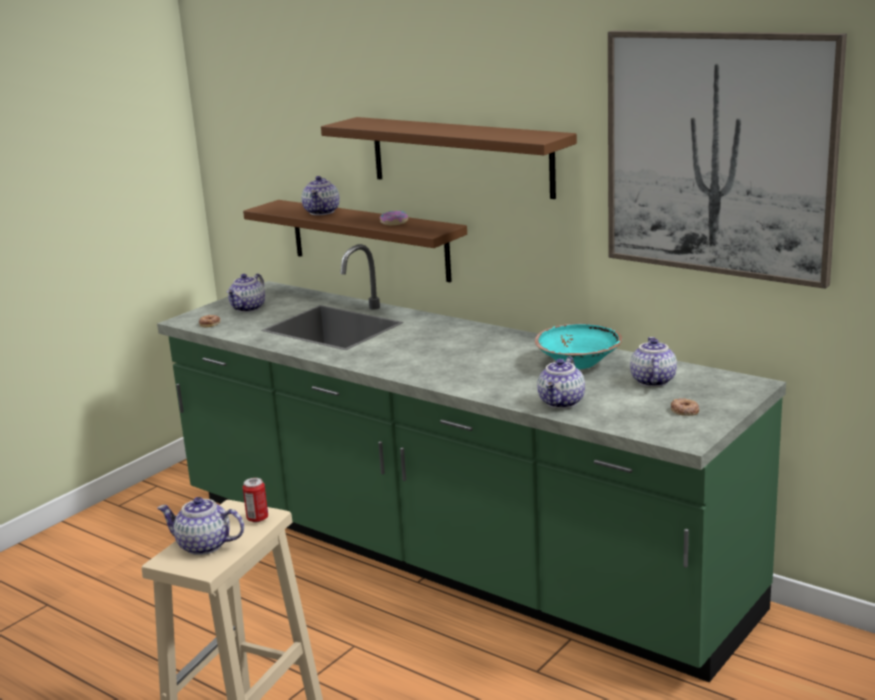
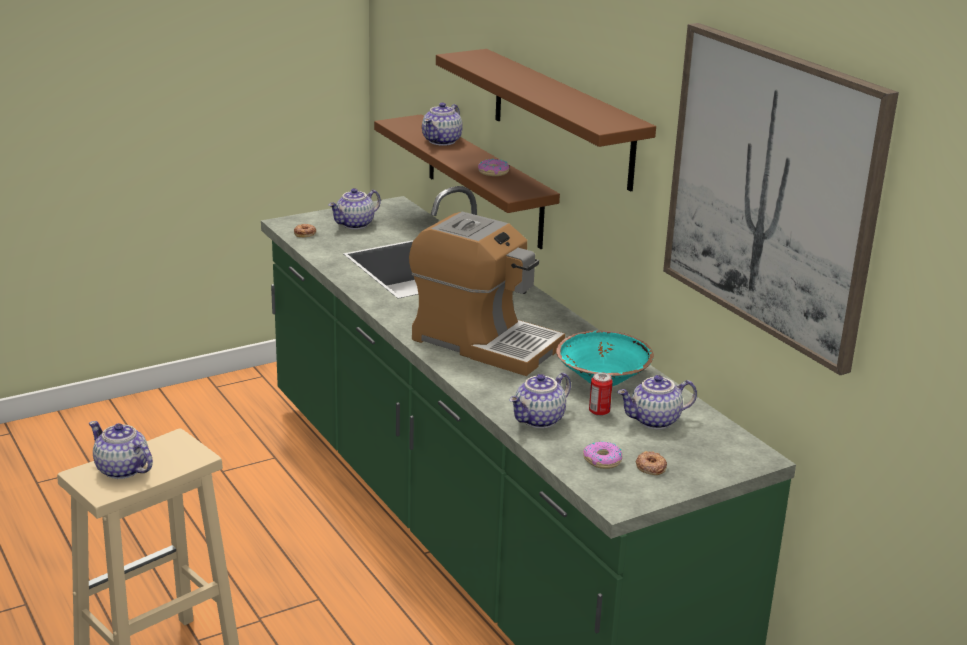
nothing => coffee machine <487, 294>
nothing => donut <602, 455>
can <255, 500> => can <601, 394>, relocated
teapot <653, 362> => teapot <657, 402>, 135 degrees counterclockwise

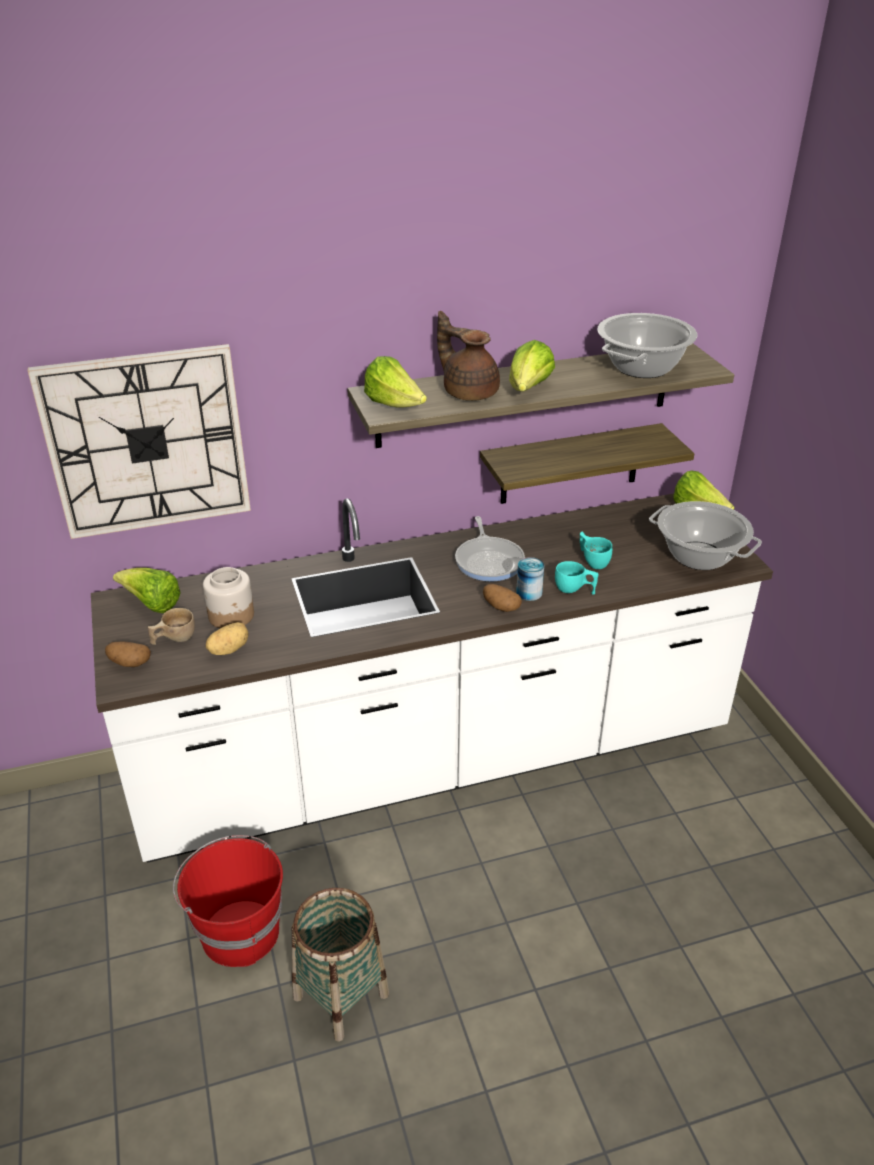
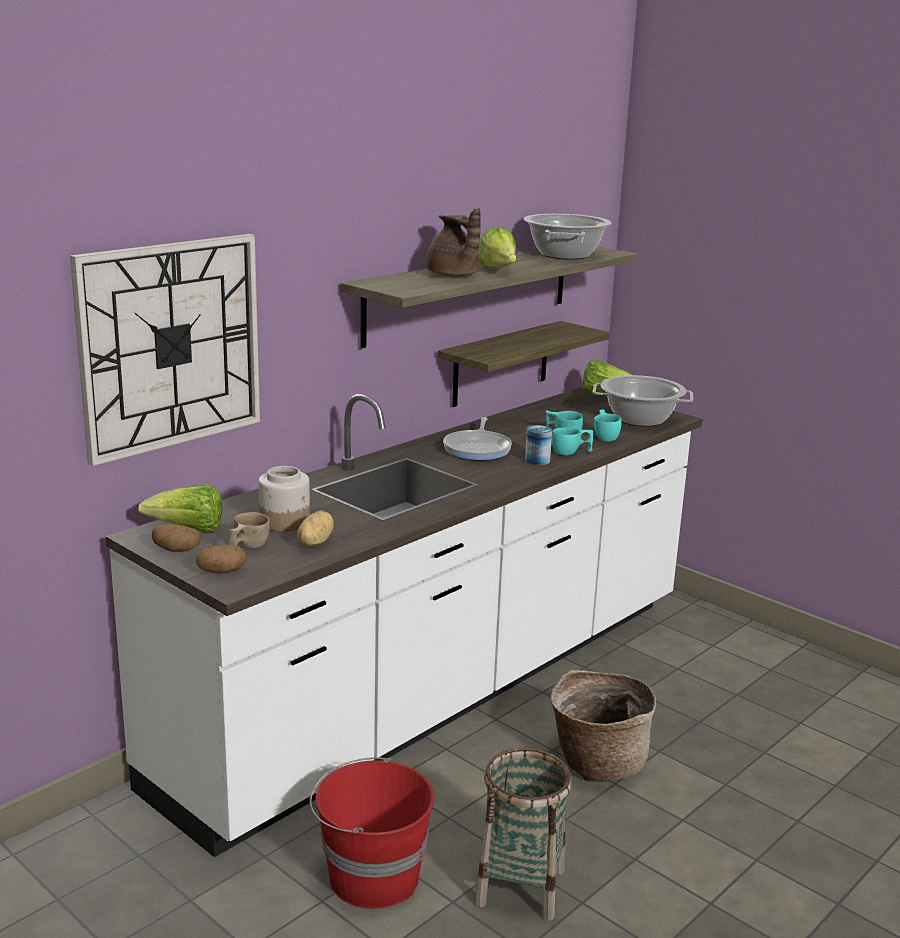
potato <502, 598> => potato <176, 538>, relocated
brown teapot <468, 356> => brown teapot <453, 242>, 135 degrees counterclockwise
frying pan <490, 549> => frying pan <477, 439>, 45 degrees clockwise
nothing => basket <603, 726>
nothing => turquoise cup <607, 425>
lettuce <395, 381> => nothing

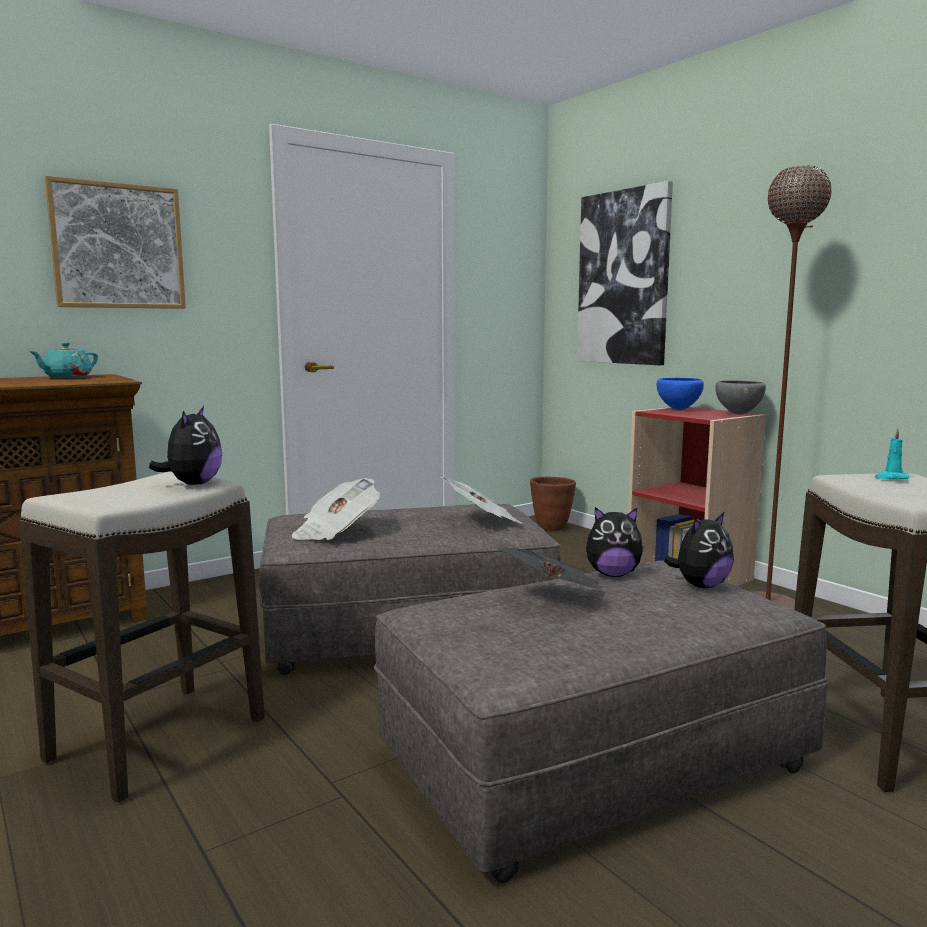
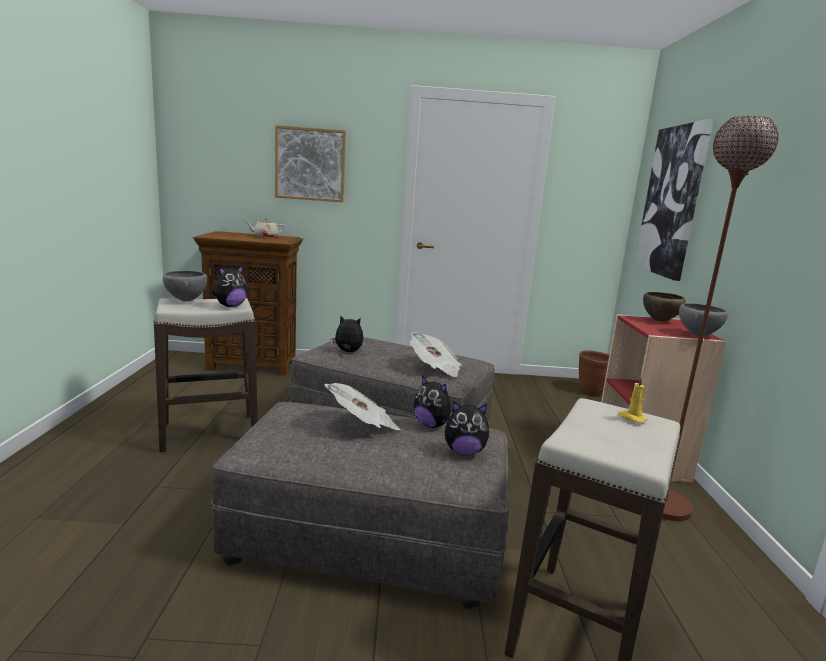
nothing => grey bowl <185, 286>
turquoise teapot <63, 360> => beige teapot <264, 228>
newspaper <336, 509> => plush toy <347, 333>
turquoise candle <891, 453> => yellow candle <633, 399>
blue bowl <680, 394> => brown bowl <664, 307>

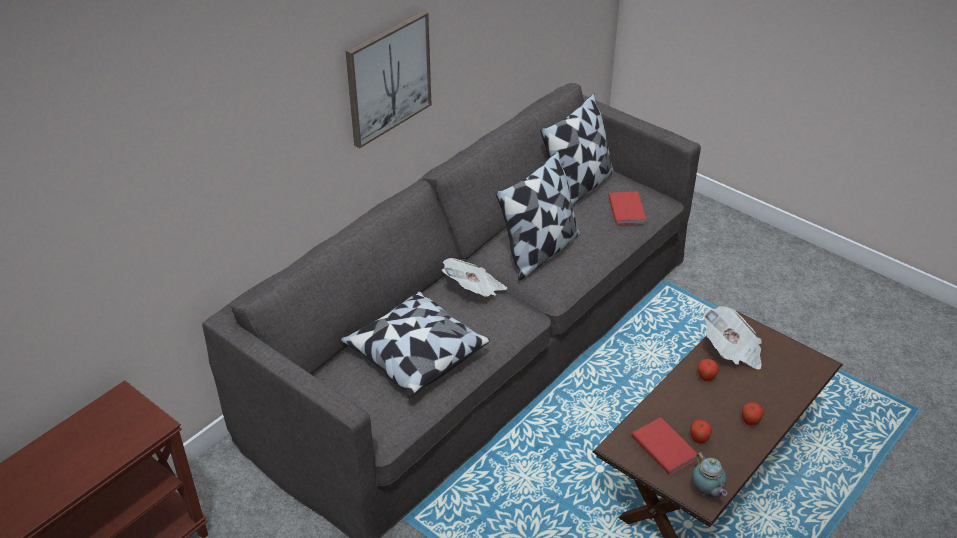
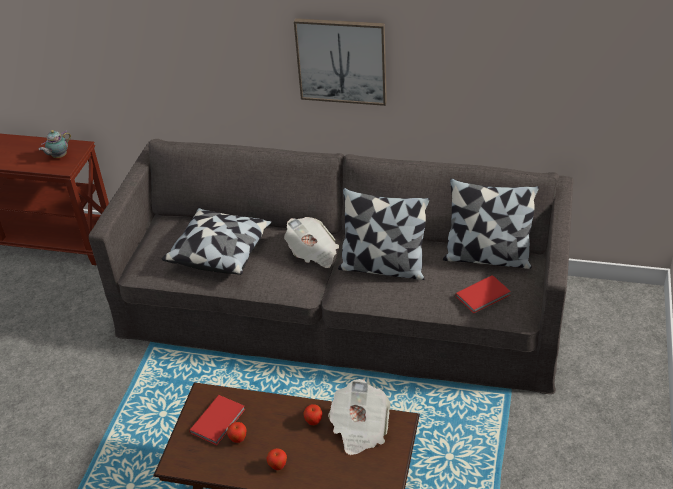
teapot <709, 474> => teapot <55, 144>, relocated

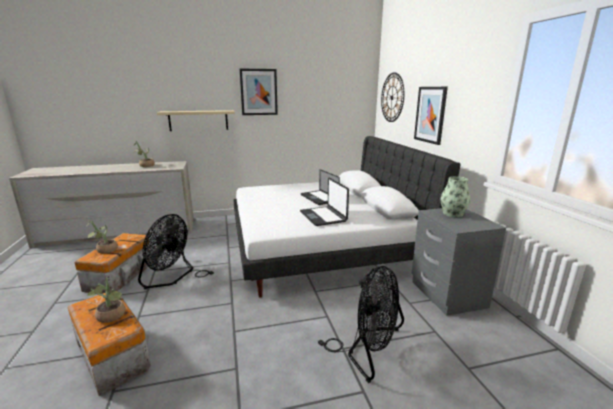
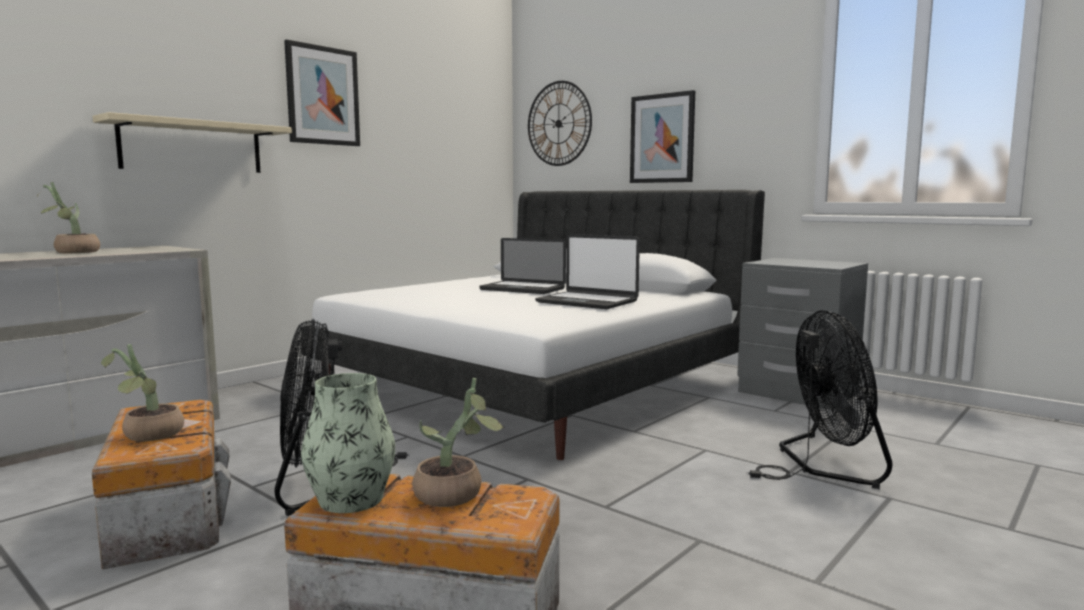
vase <455, 196> => vase <348, 443>, relocated

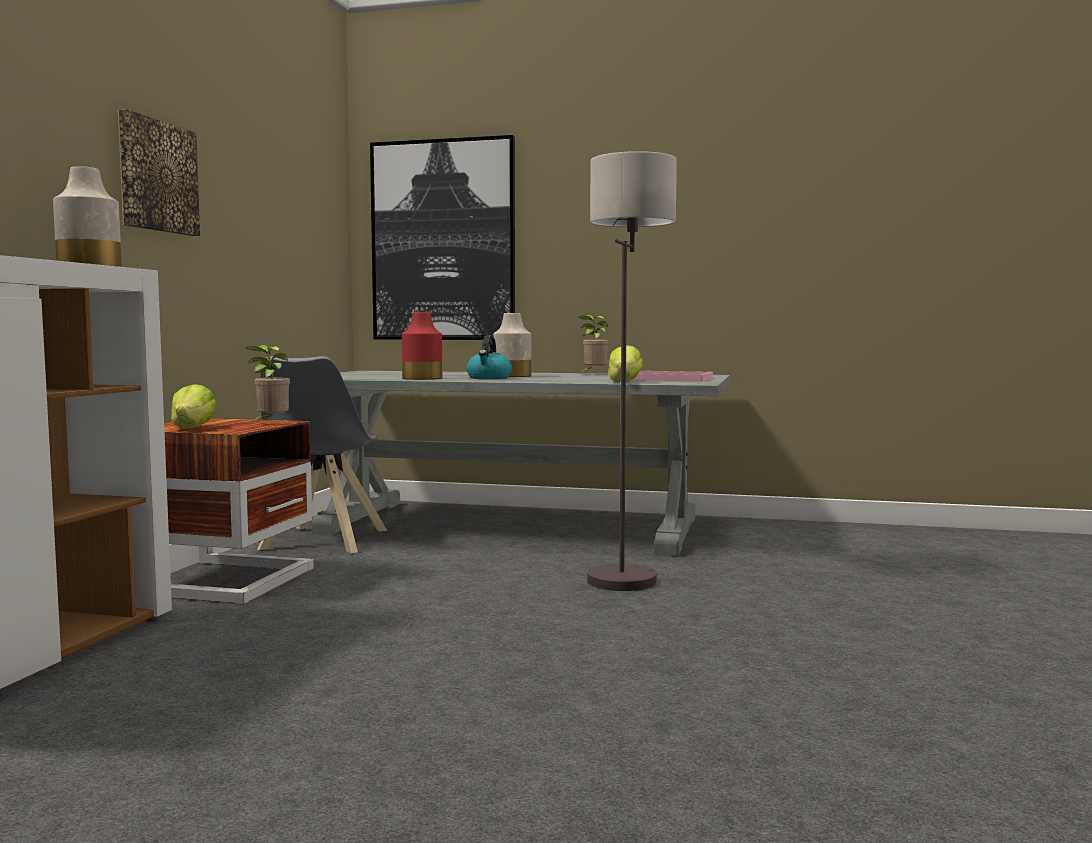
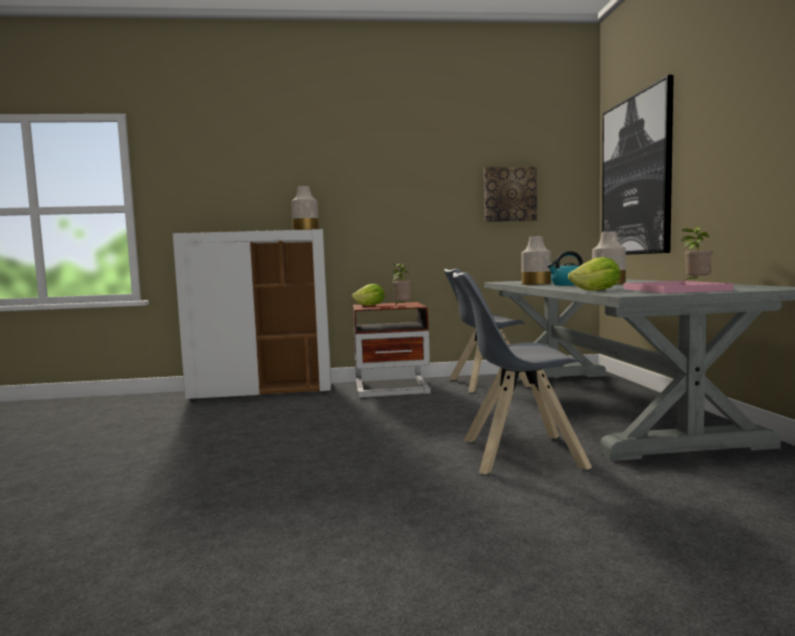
grey floor lamp <632, 371> => grey chair <522, 372>
picture <159, 172> => picture <510, 194>, relocated
red vase <422, 346> => beige vase <536, 260>

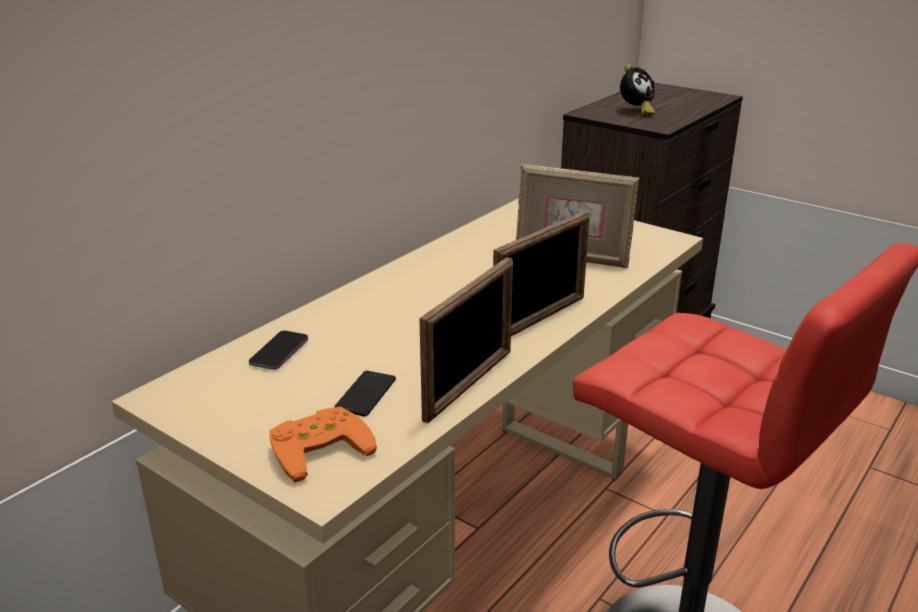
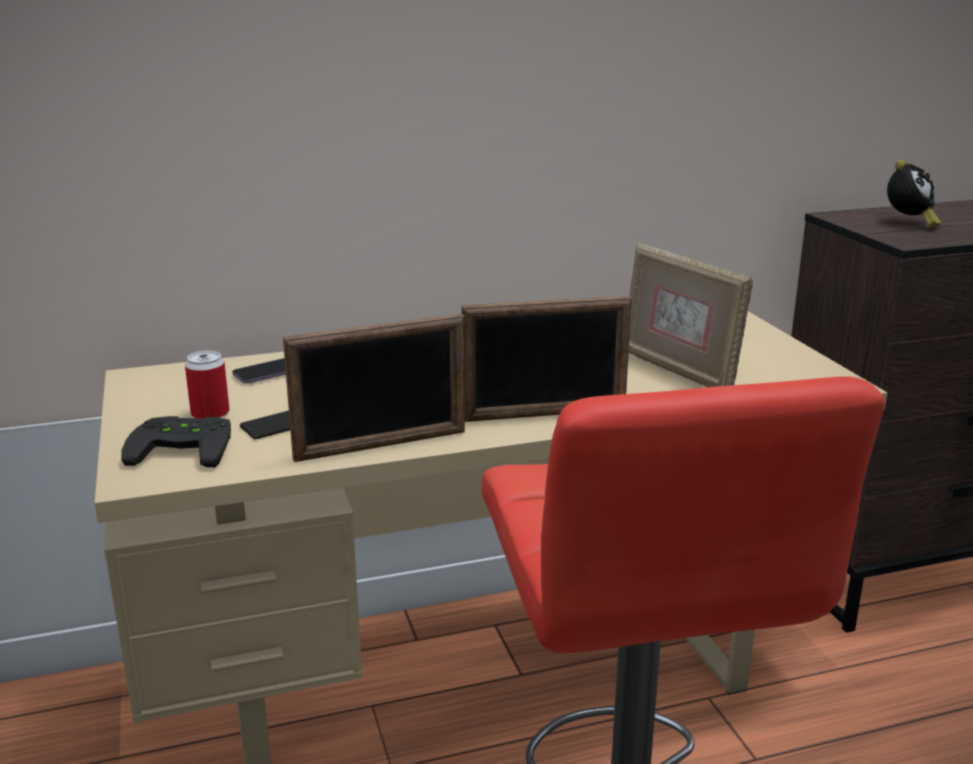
orange game controller <323, 445> => black game controller <176, 442>
nothing => can <207, 384>
alarm clock <637, 89> => alarm clock <914, 194>, 45 degrees counterclockwise

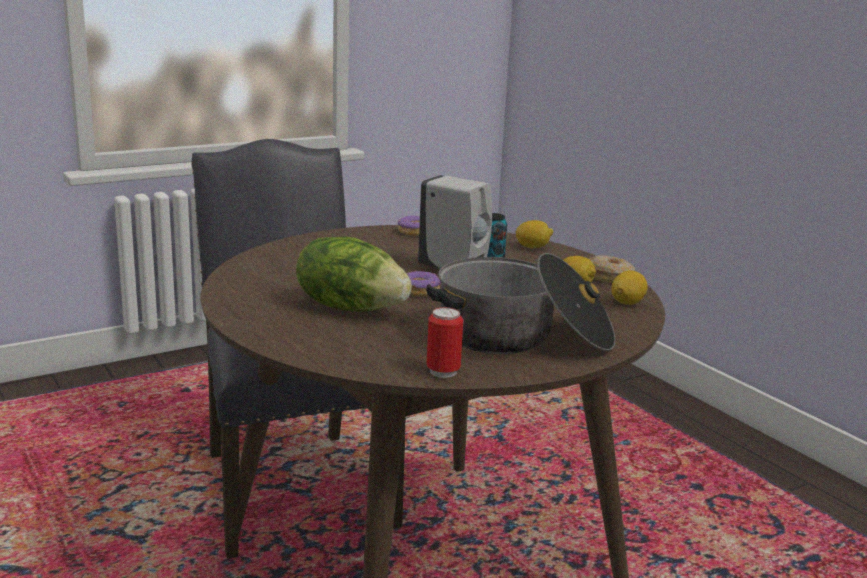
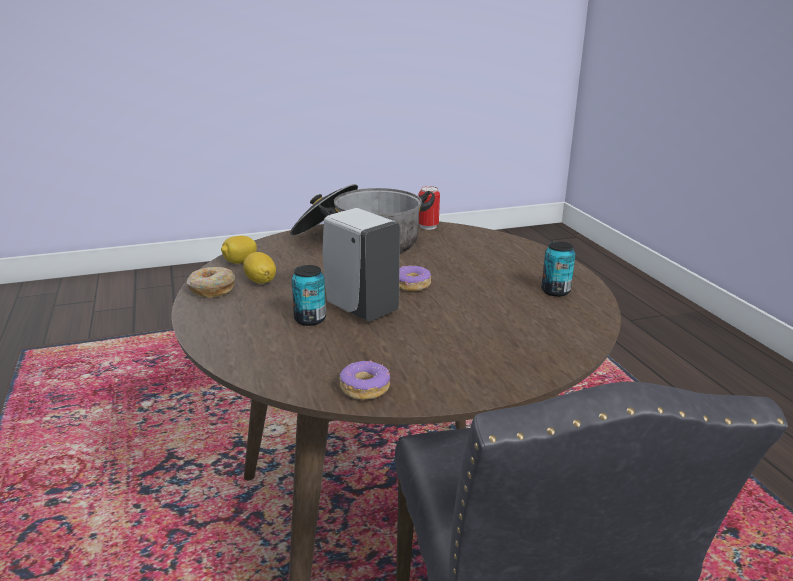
nothing => can <558, 269>
lettuce <354, 274> => nothing
lemon <534, 234> => nothing

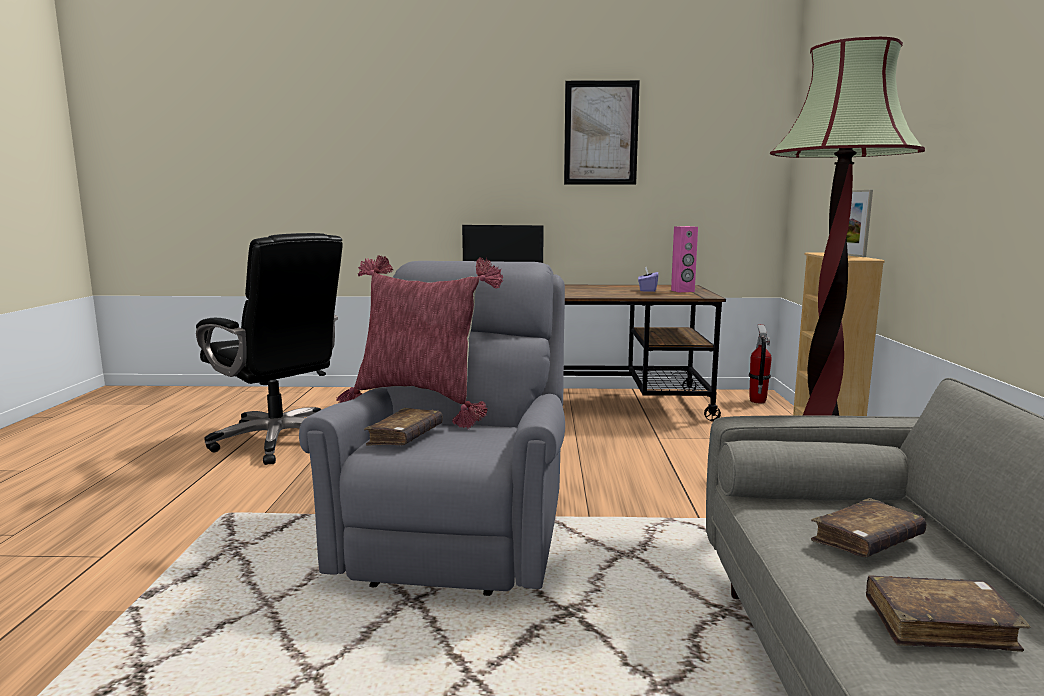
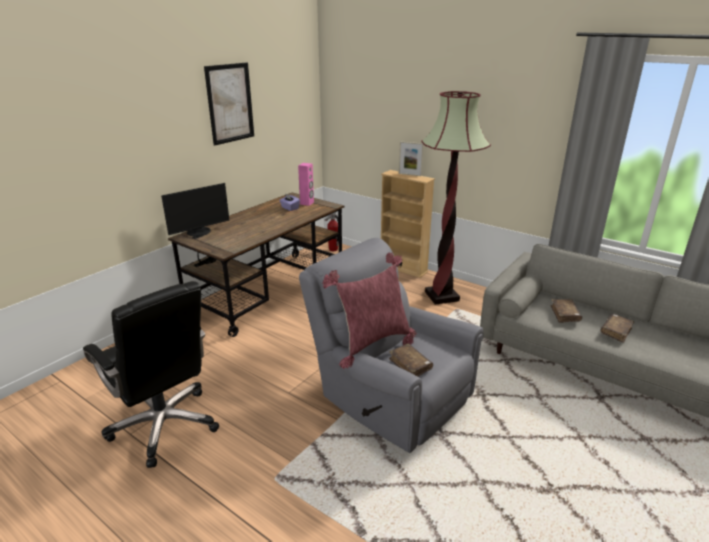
black office chair <269, 349> => black office chair <151, 374>, 60 degrees clockwise

